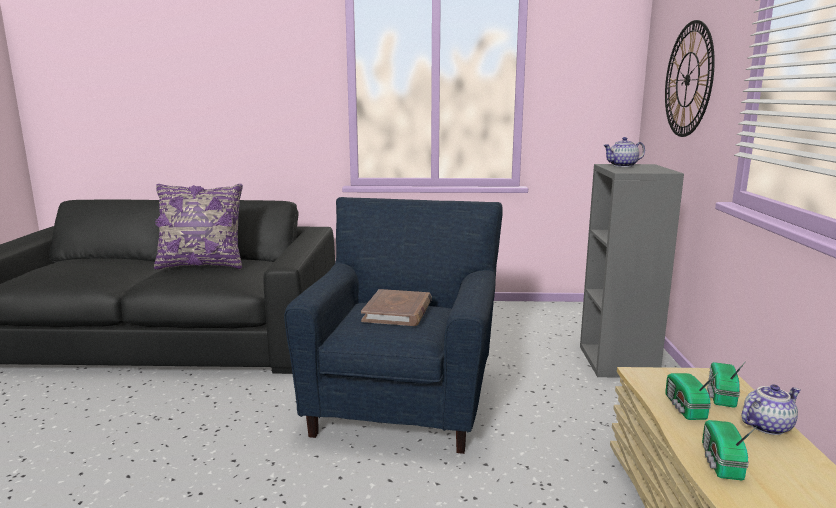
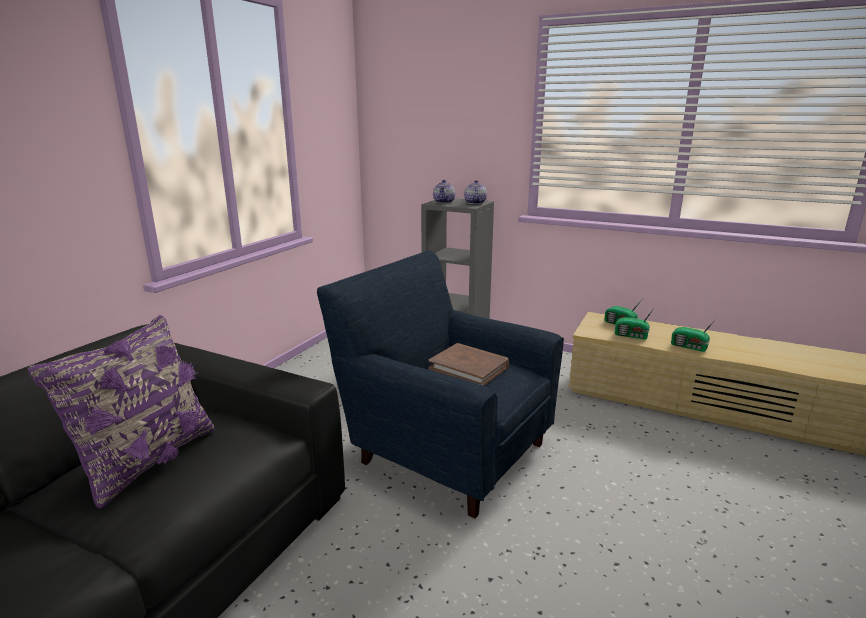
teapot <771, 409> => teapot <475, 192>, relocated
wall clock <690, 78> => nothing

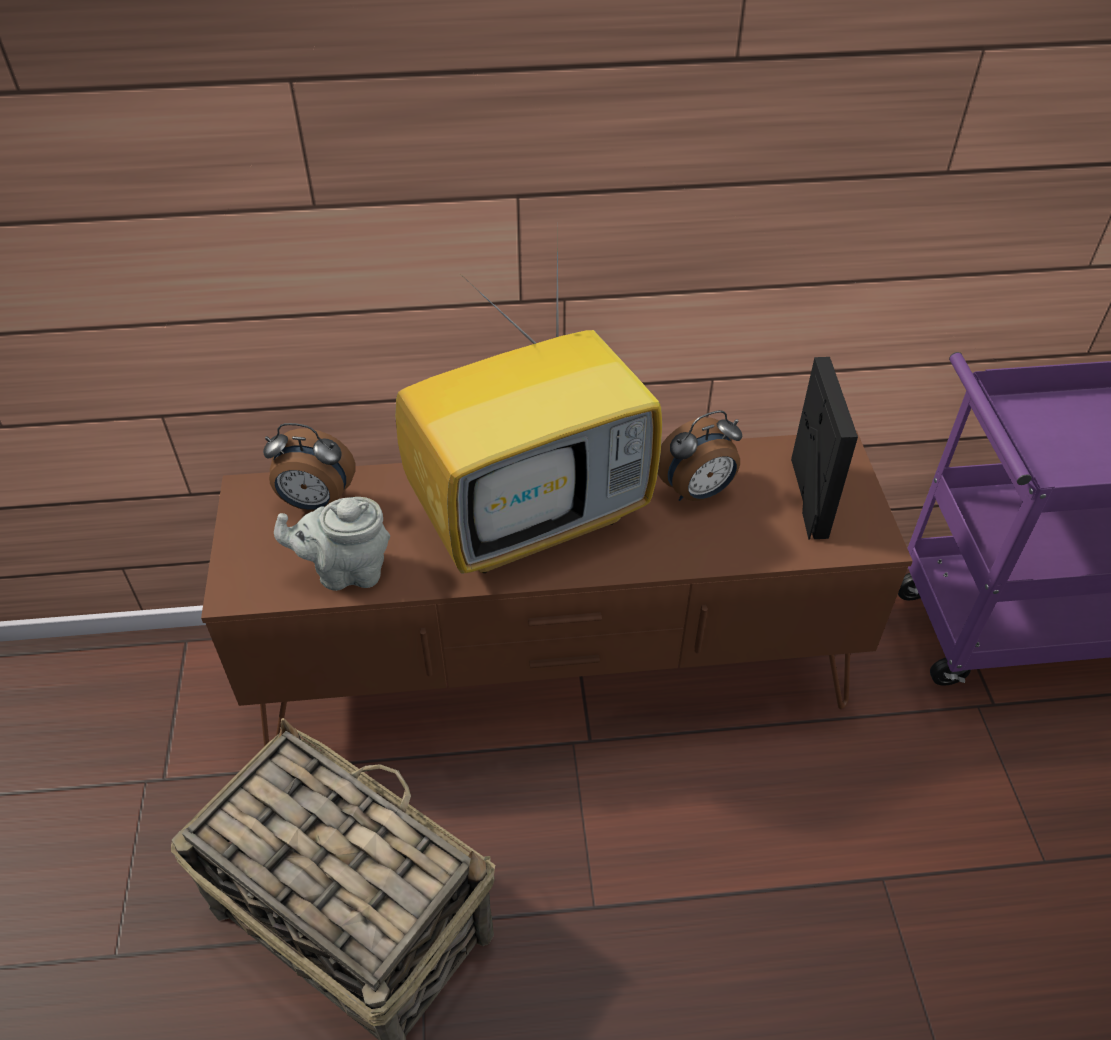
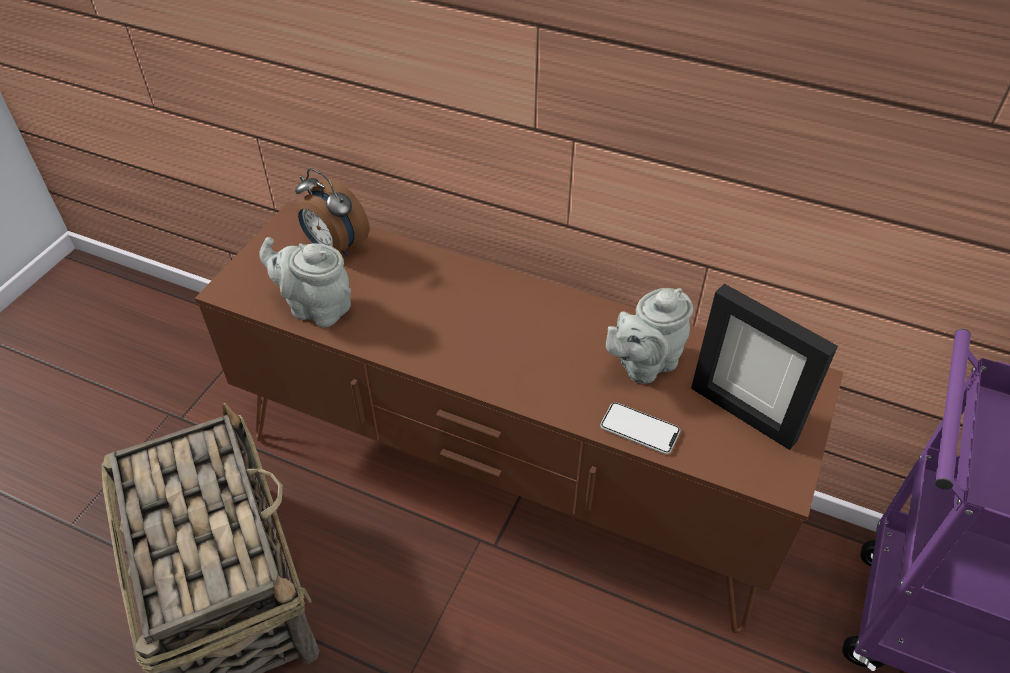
nothing => phone <640, 428>
alarm clock <700, 455> => grey teapot <649, 336>
picture frame <824, 448> => picture frame <764, 367>, 105 degrees clockwise
television <528, 394> => nothing

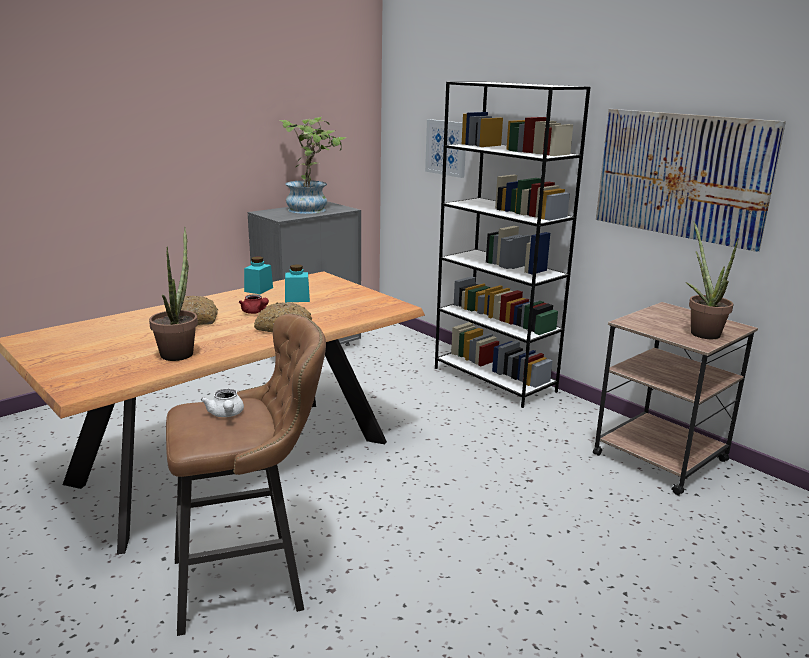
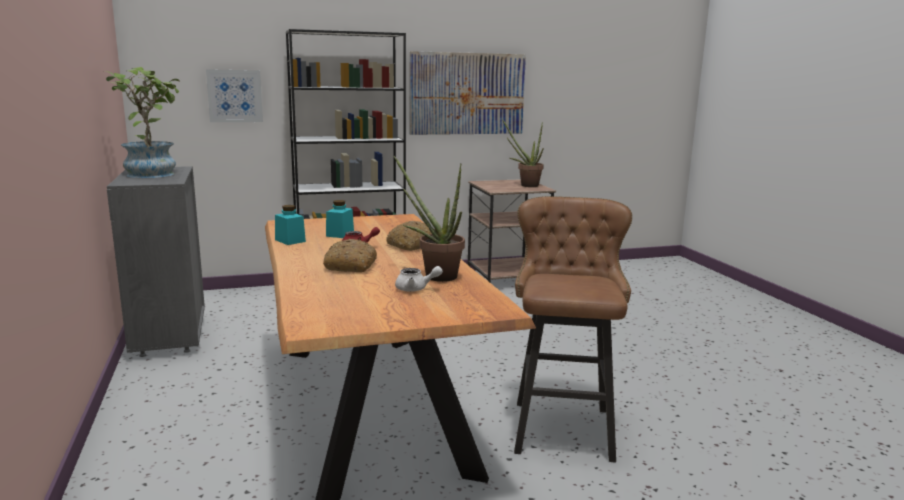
white teapot <222, 403> => white teapot <419, 279>, relocated

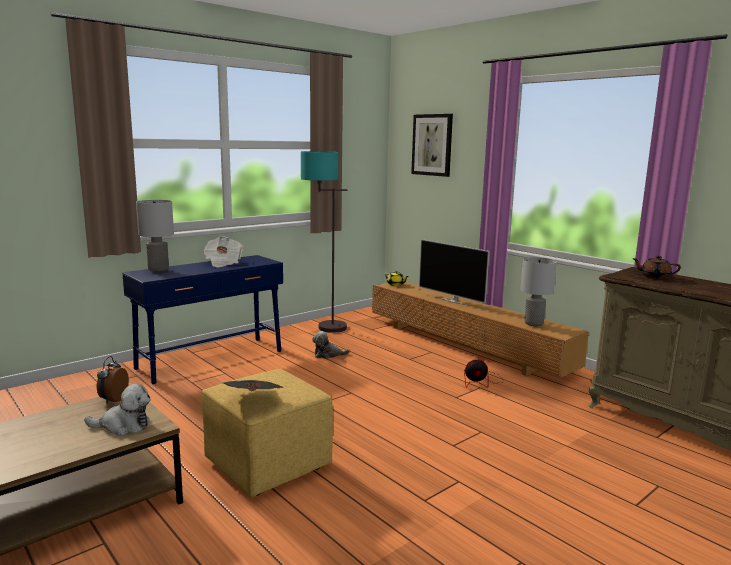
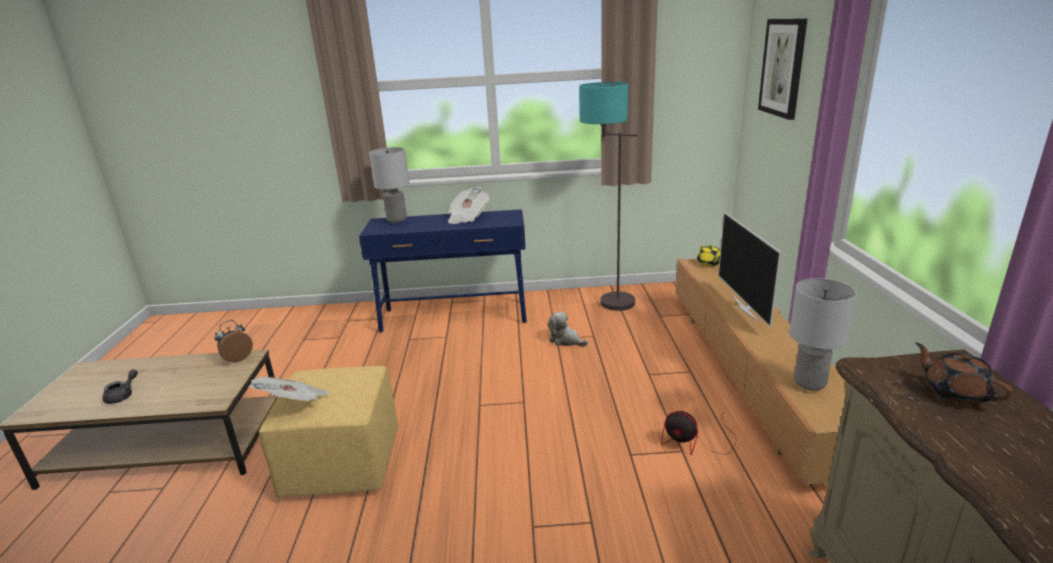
nothing => grey teapot <120, 386>
plush toy <117, 410> => nothing

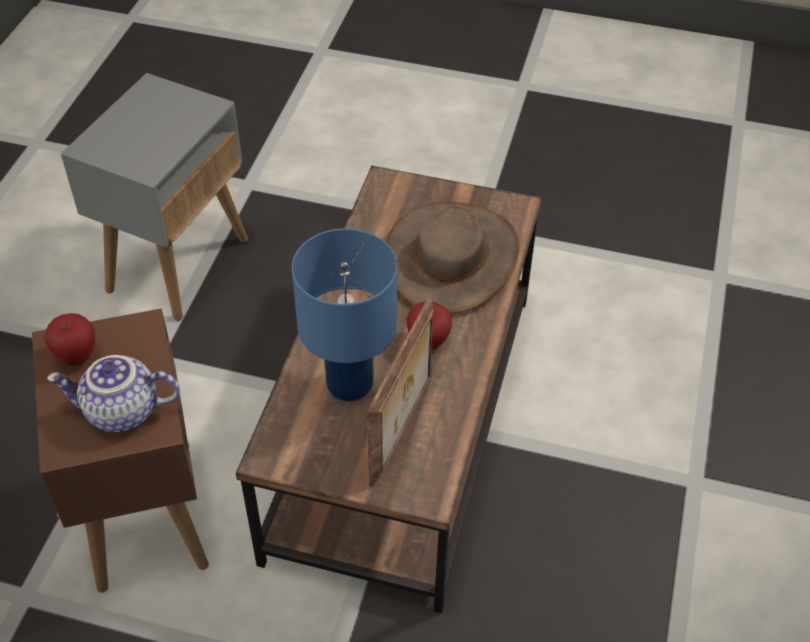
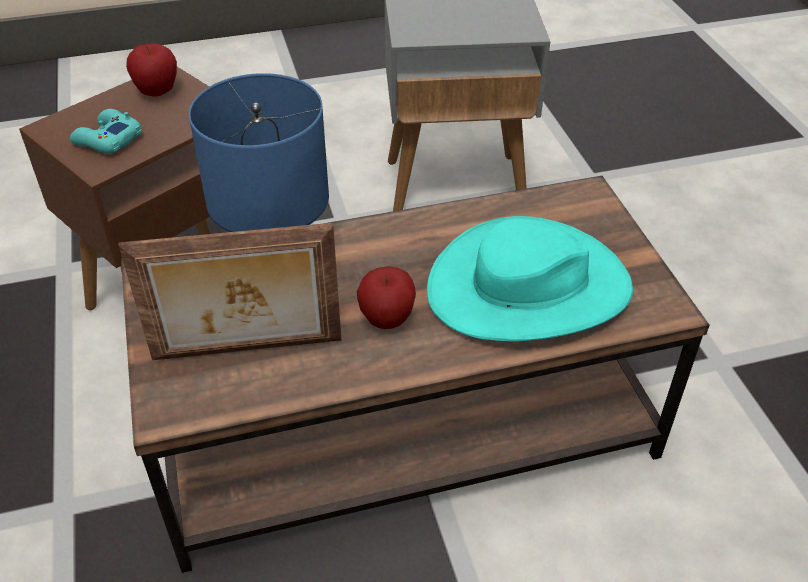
teapot <113, 393> => turquoise game controller <106, 131>
brown hat <452, 258> => turquoise hat <530, 278>

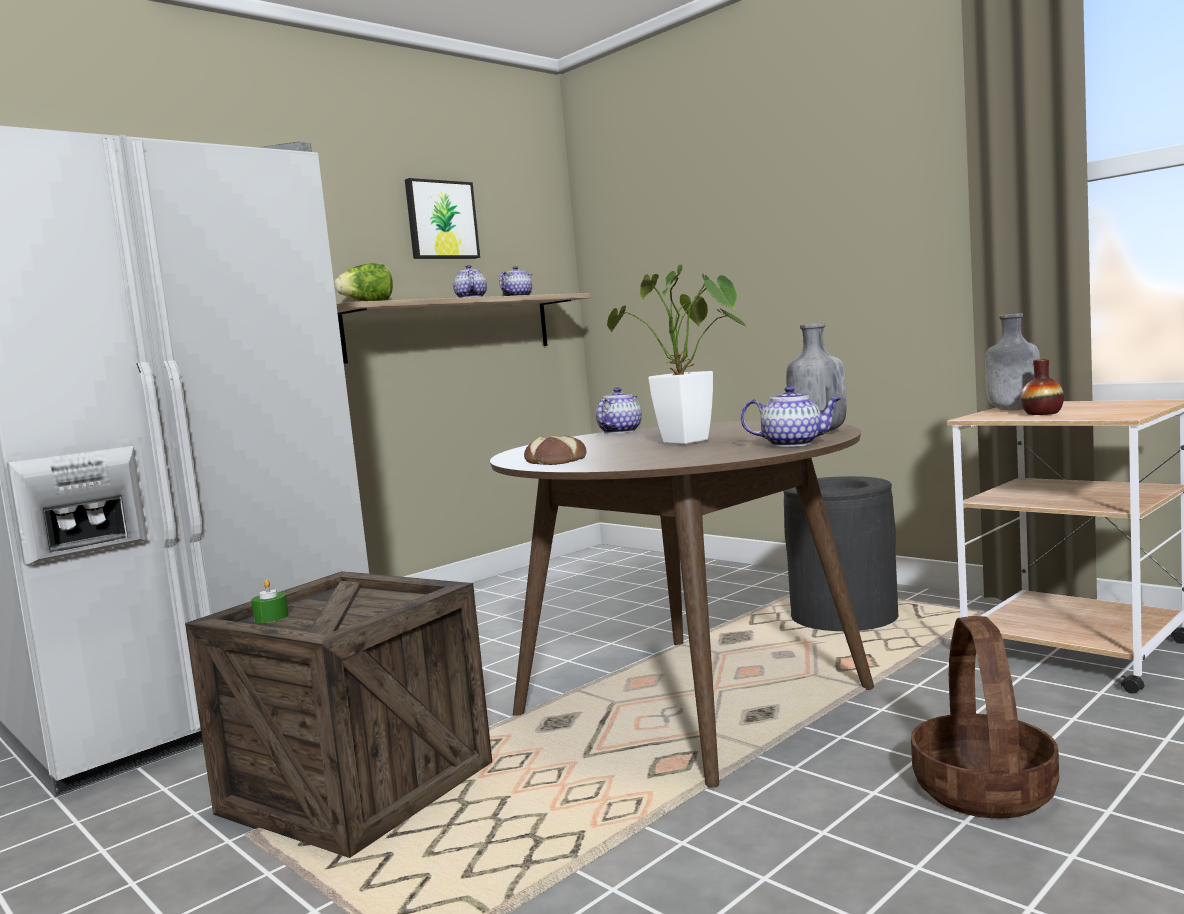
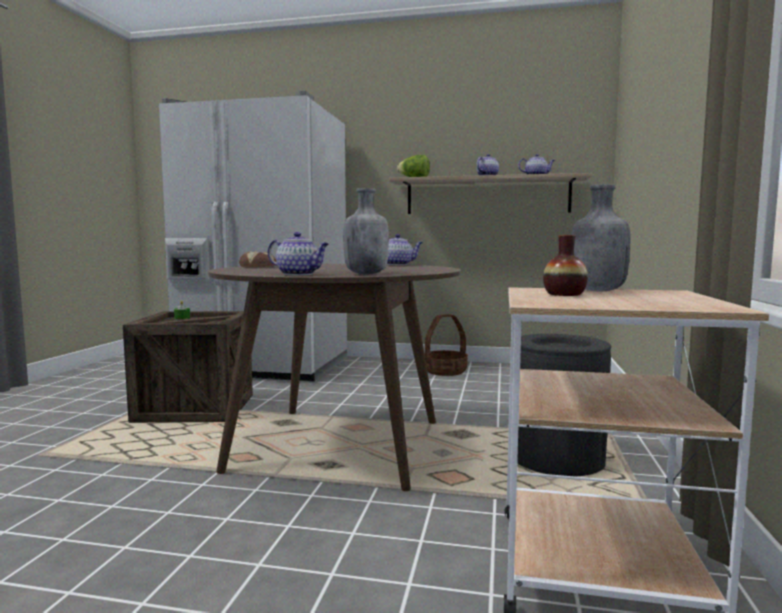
teapot <791, 416> => teapot <298, 253>, 45 degrees counterclockwise
basket <985, 717> => basket <446, 345>, relocated
picture <442, 218> => nothing
potted plant <677, 354> => nothing

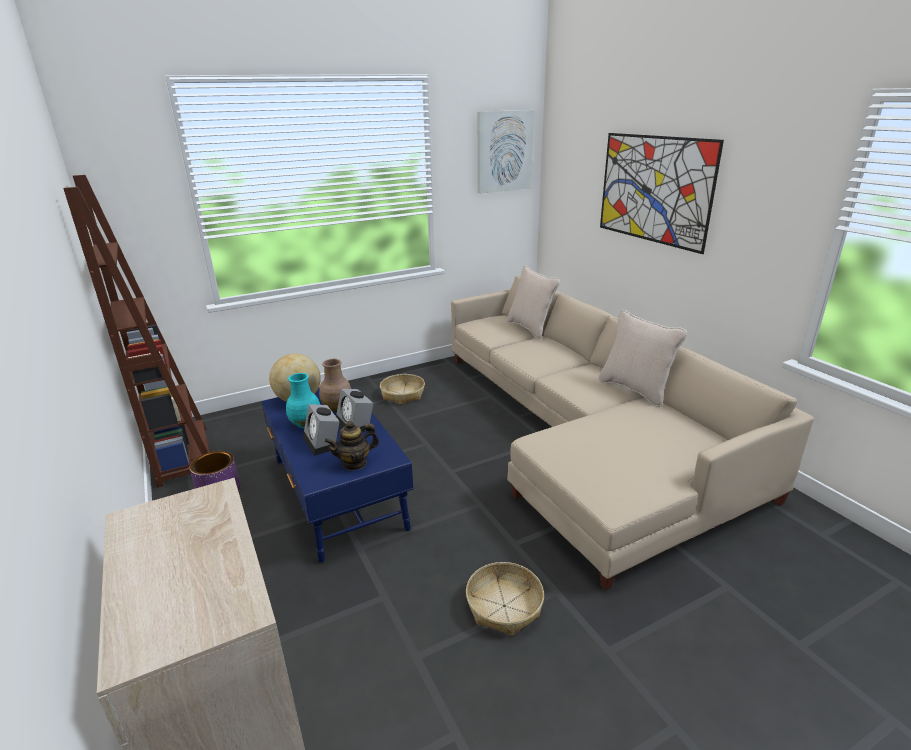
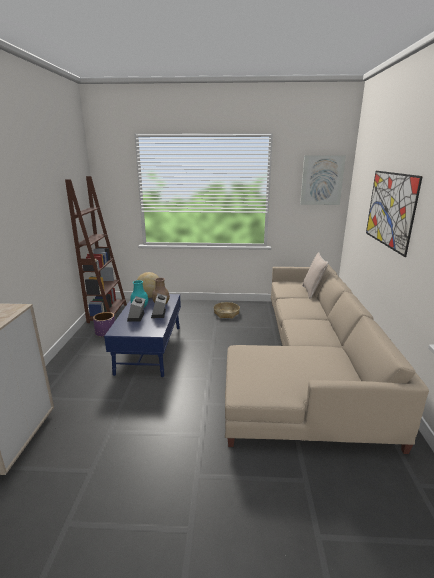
teapot <352, 446> => nothing
basket <505, 599> => nothing
beige pillow <642, 358> => nothing

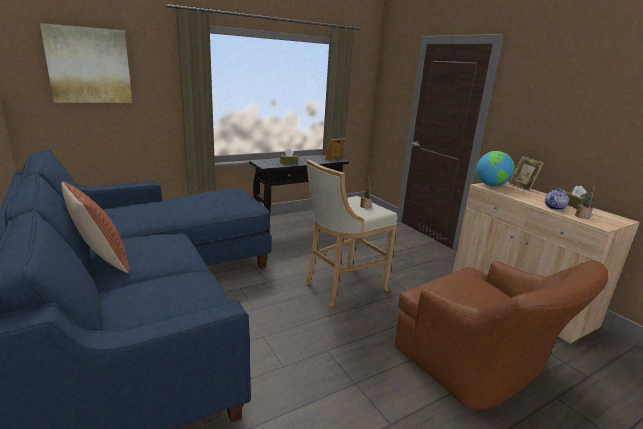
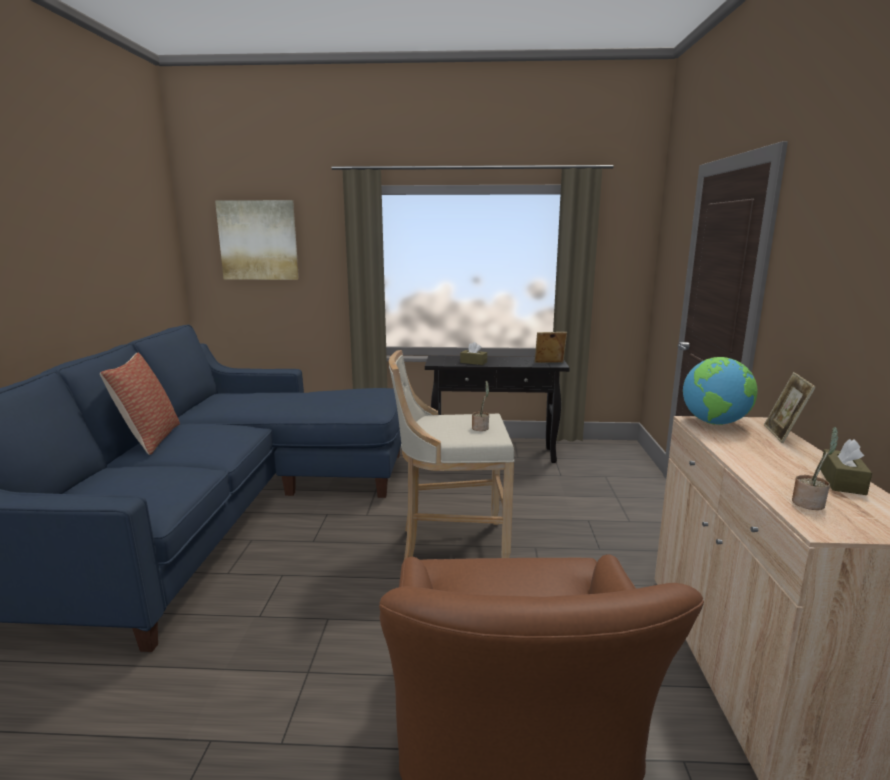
teapot <557, 199> => nothing

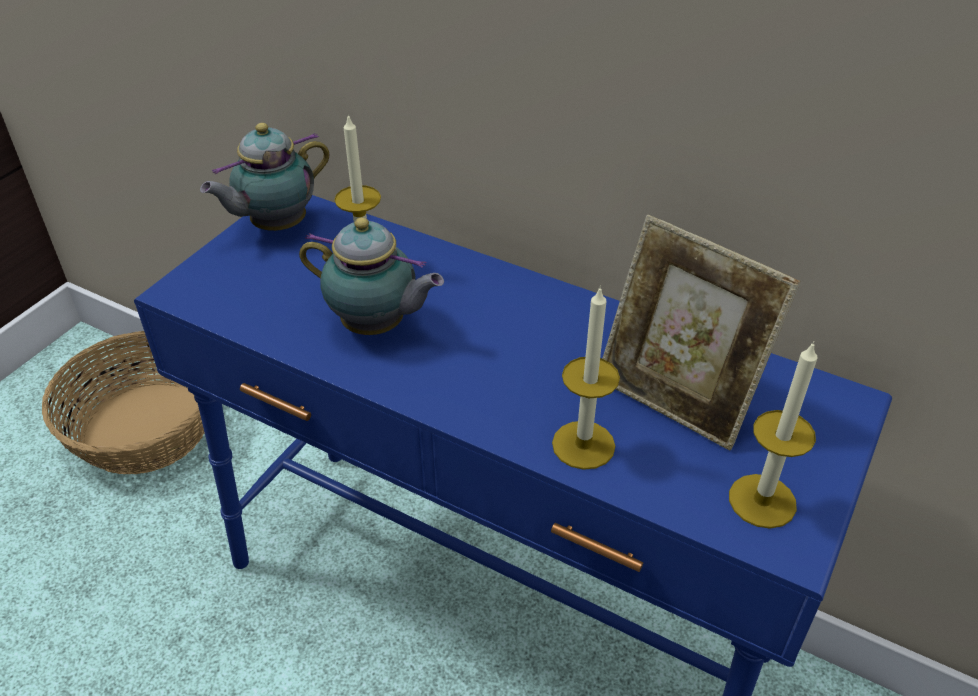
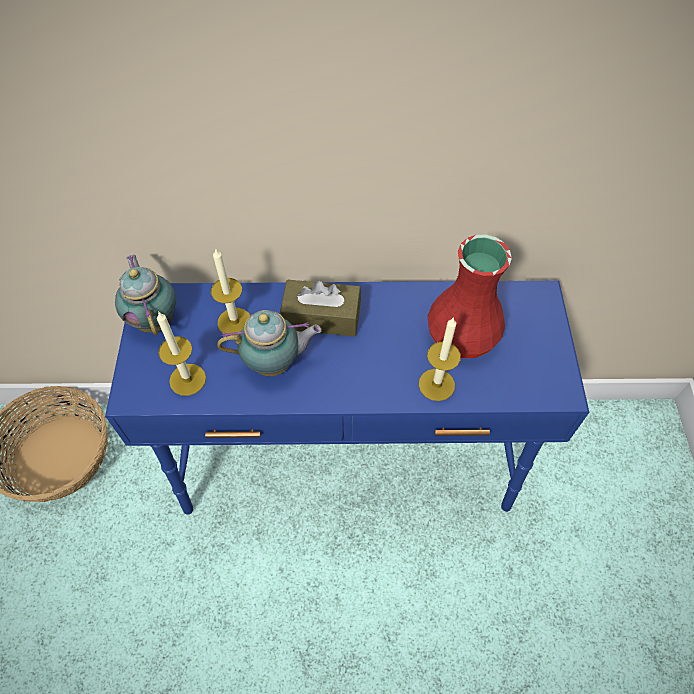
teapot <265, 177> => teapot <145, 295>, 135 degrees clockwise
candle <773, 435> => candle <181, 354>, relocated
nothing => brown tissue box <320, 308>
picture frame <701, 332> => red vase <470, 296>

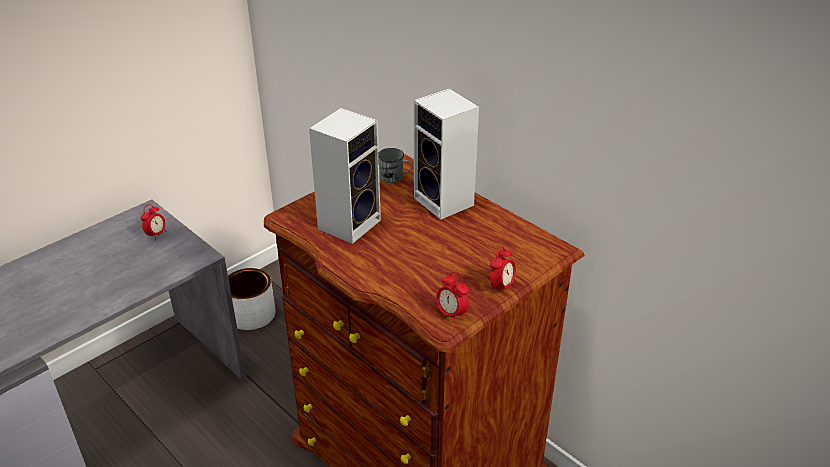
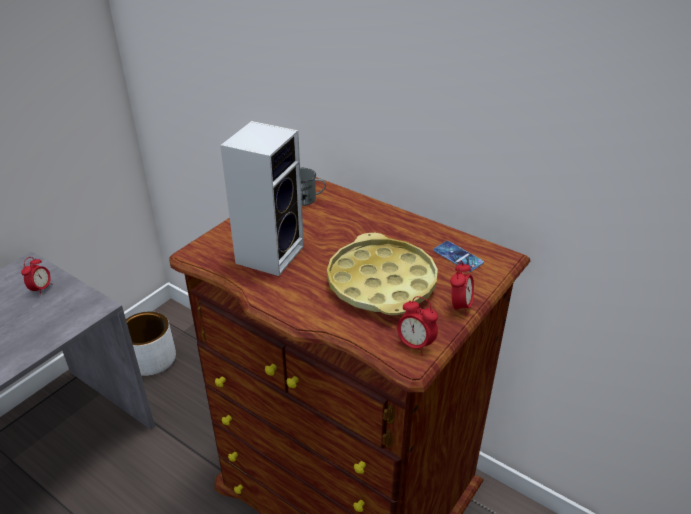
nothing => yellow tray <382, 274>
nothing => phone <458, 256>
speaker <446, 154> => nothing

